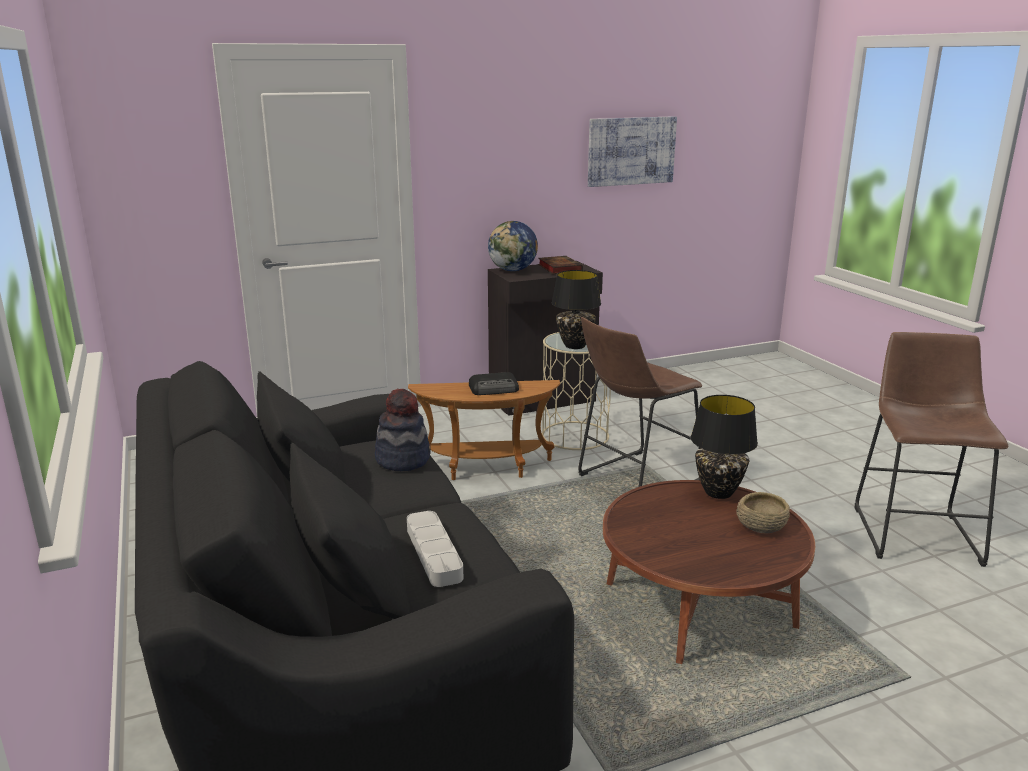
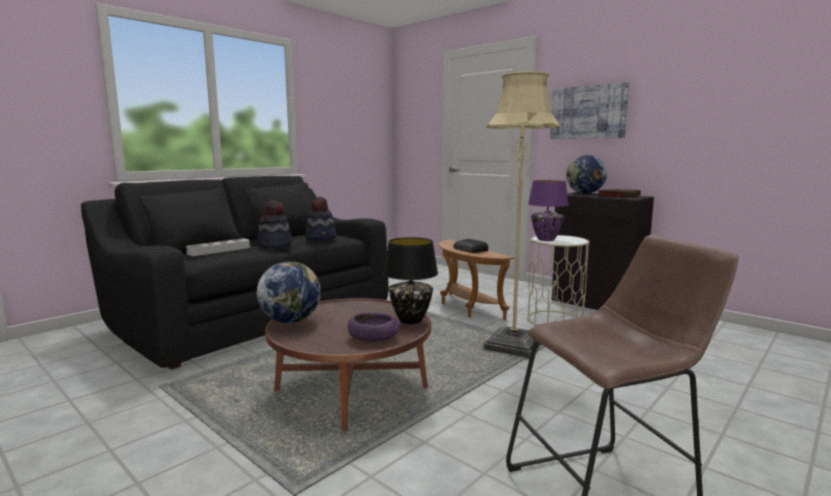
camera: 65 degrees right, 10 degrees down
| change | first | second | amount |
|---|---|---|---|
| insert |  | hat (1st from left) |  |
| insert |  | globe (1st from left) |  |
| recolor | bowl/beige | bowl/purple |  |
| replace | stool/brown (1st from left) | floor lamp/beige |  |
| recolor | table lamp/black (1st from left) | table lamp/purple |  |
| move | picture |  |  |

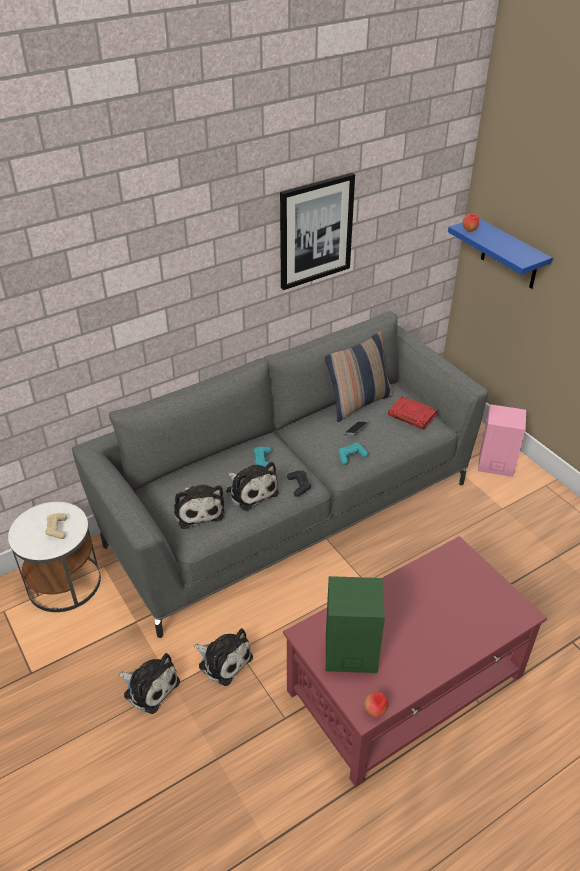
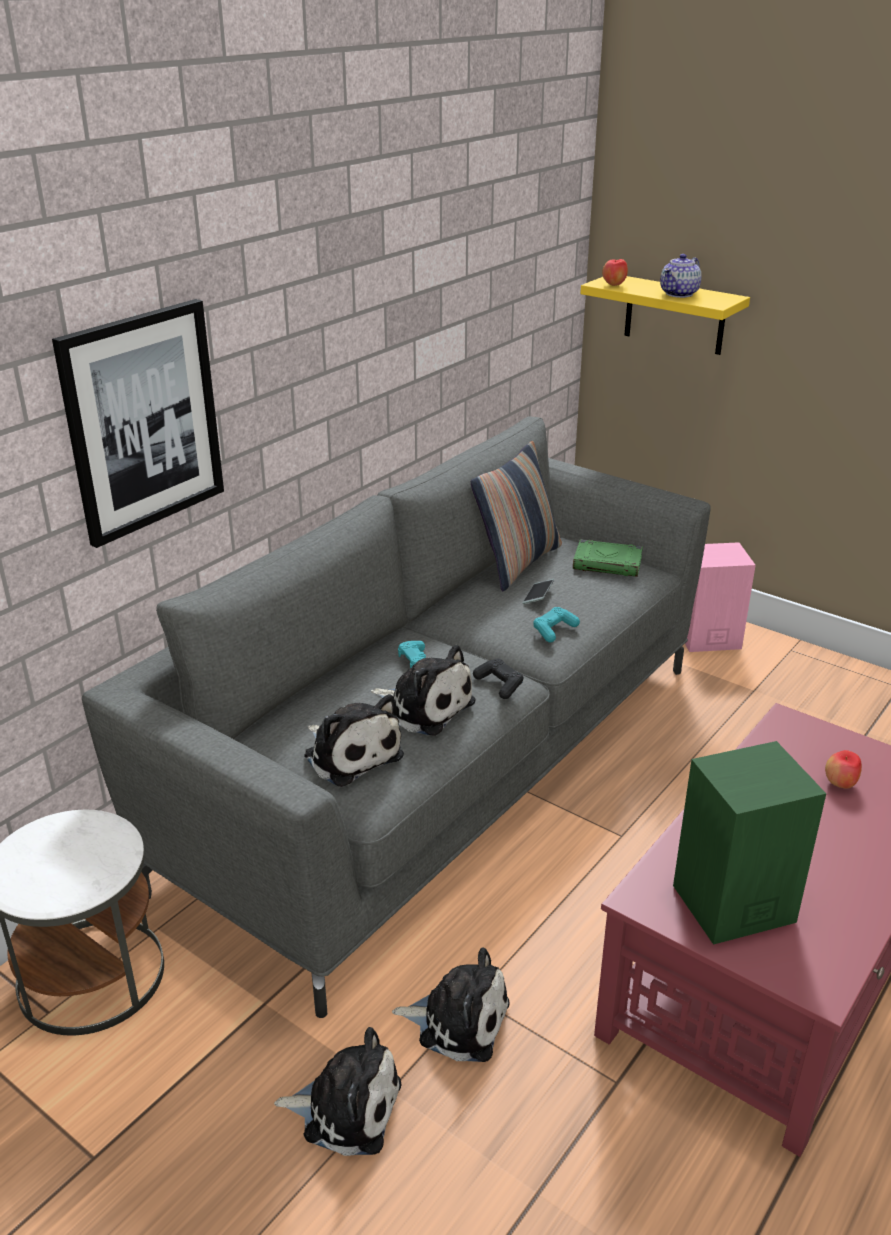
camera: 20 degrees left, 10 degrees down
| change | first | second | amount |
|---|---|---|---|
| move | picture |  |  |
| recolor | book/red | book/green |  |
| recolor | shelf/blue | shelf/yellow |  |
| insert |  | teapot |  |
| move | apple (1st from left in the first image) | apple (2nd from left) |  |
| delete | game controller/beige |  |  |

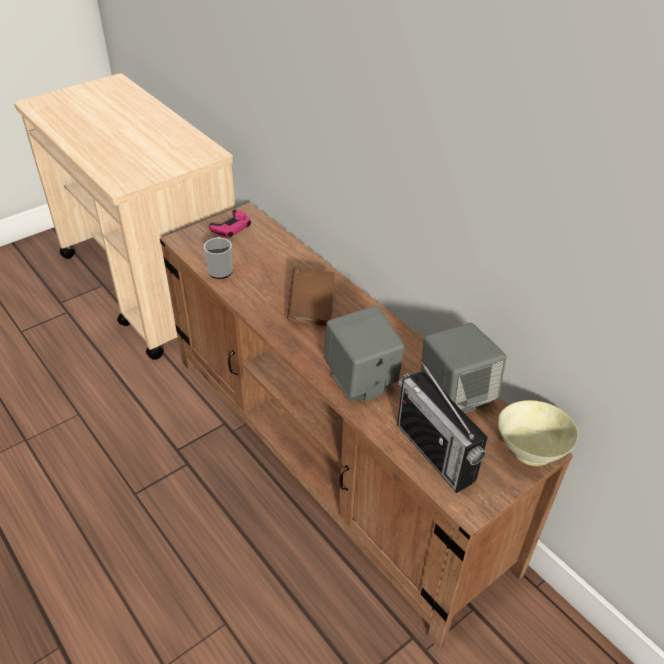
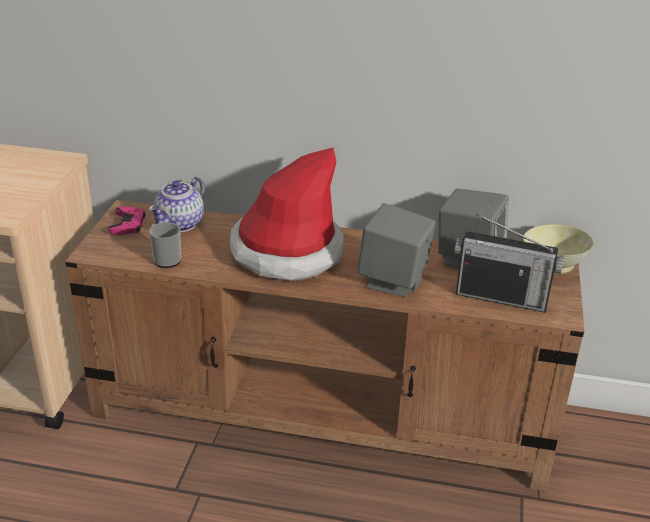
camera: 40 degrees left, 10 degrees down
| change | first | second | amount |
|---|---|---|---|
| insert |  | teapot |  |
| replace | book/brown | hat |  |

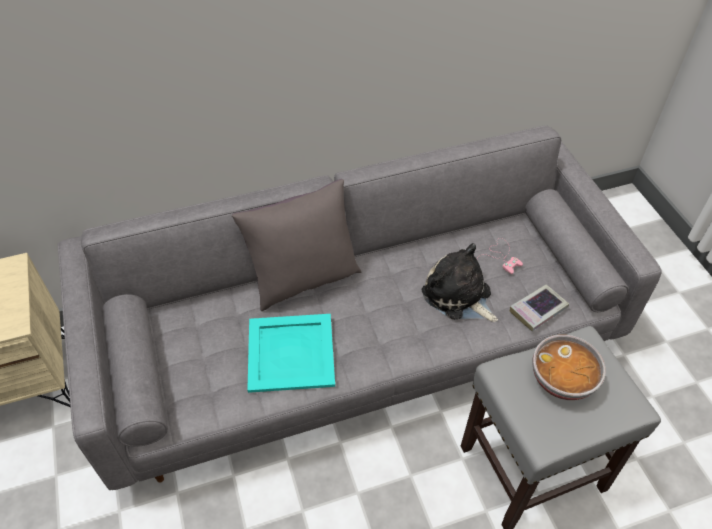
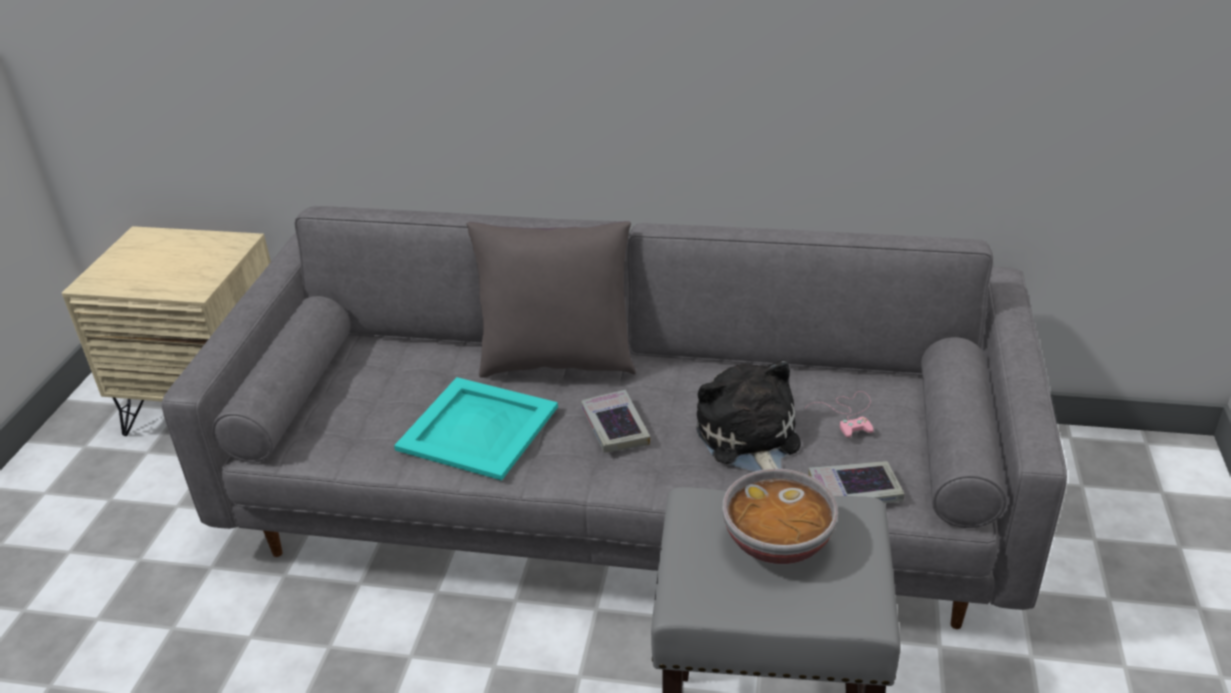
camera: 30 degrees right, 15 degrees down
| change | first | second | amount |
|---|---|---|---|
| insert |  | book (1st from left) |  |

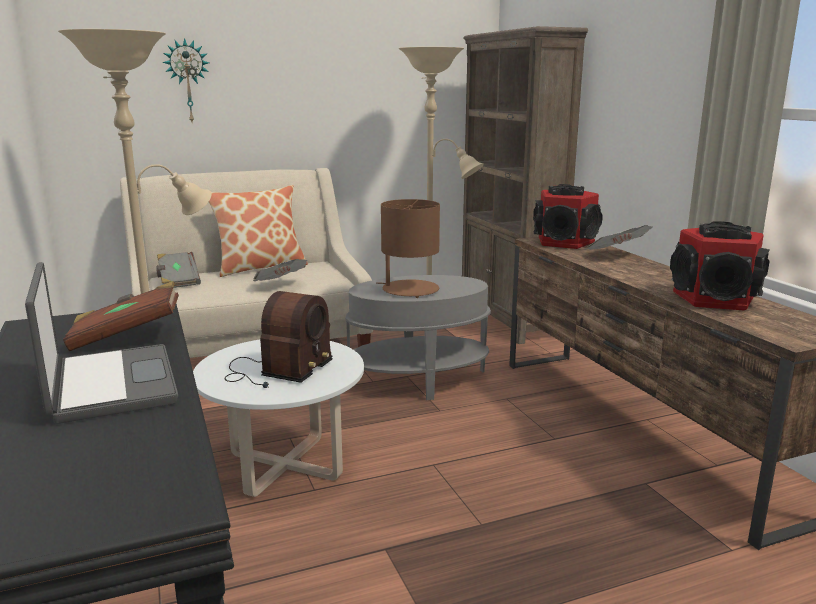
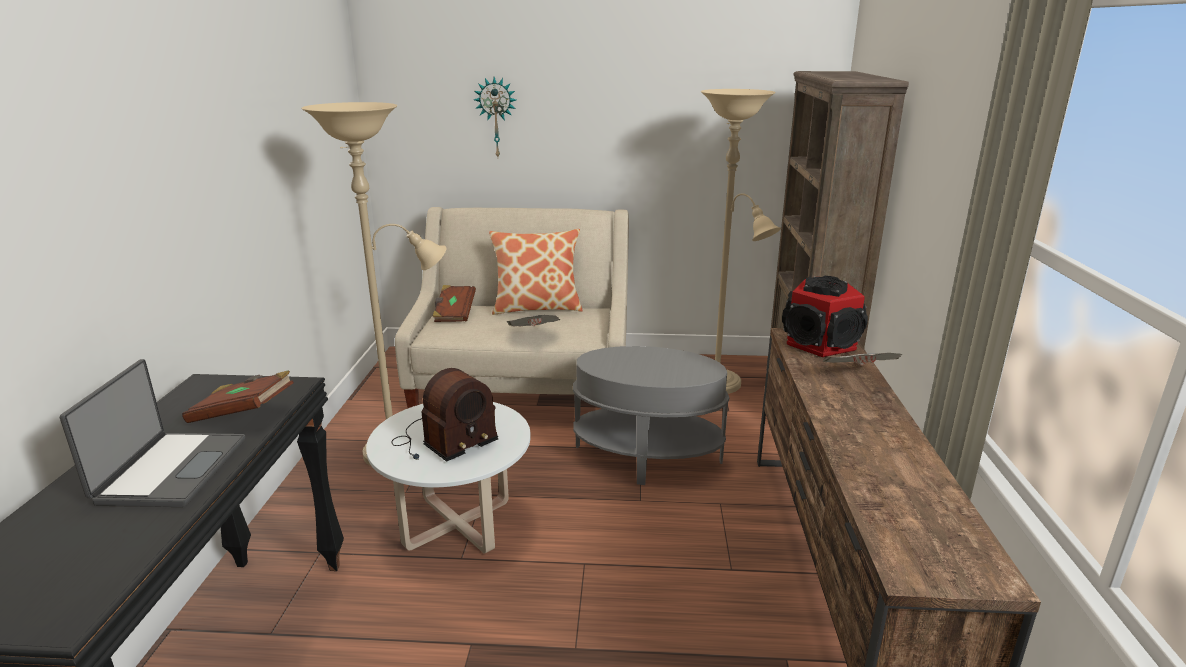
camera: 25 degrees right, 5 degrees up
| change | first | second | amount |
|---|---|---|---|
| recolor | book/grey | book/brown (2nd from left) |  |
| delete | table lamp/brown |  |  |
| delete | speaker (2nd from left) |  |  |

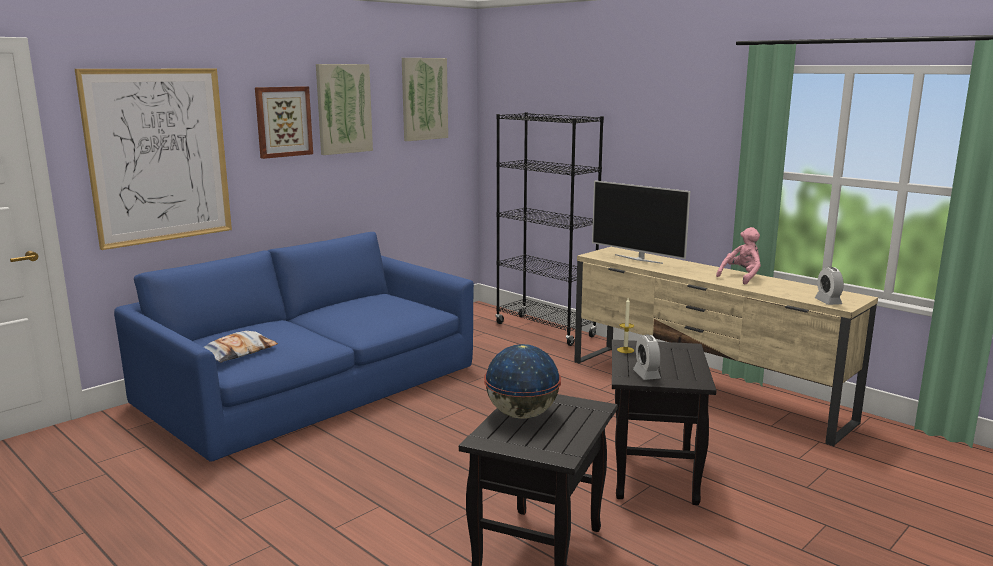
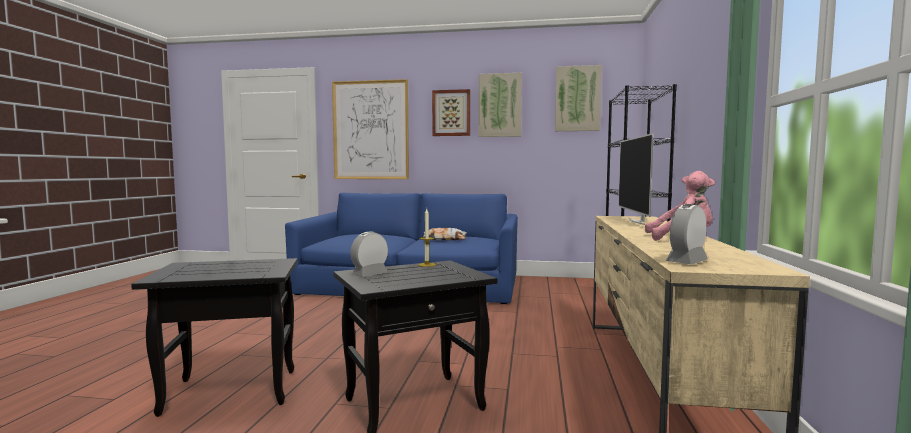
camera: 55 degrees right, 10 degrees down
| change | first | second | amount |
|---|---|---|---|
| move | pillow |  |  |
| delete | globe |  |  |

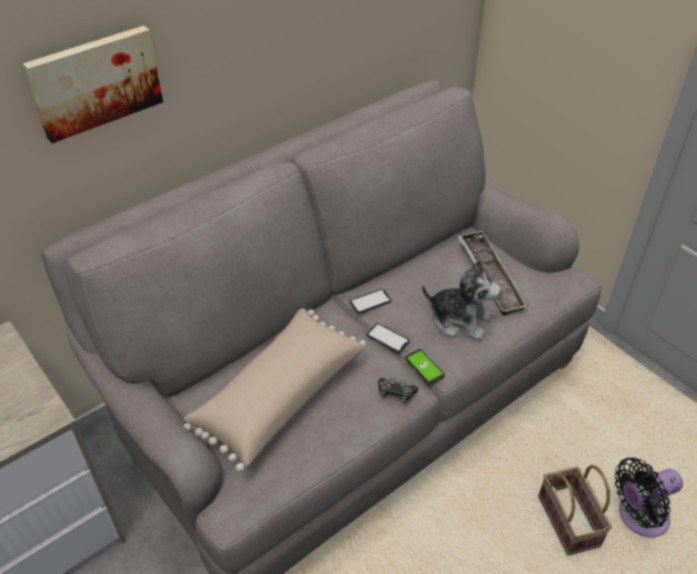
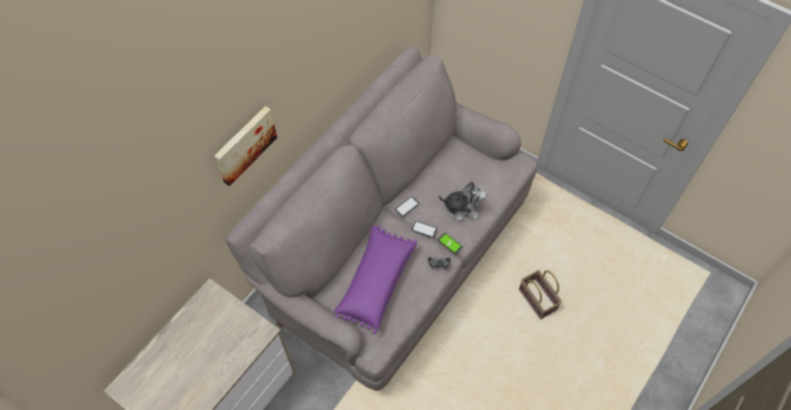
camera: 15 degrees left, 15 degrees up
| change | first | second | amount |
|---|---|---|---|
| recolor | pillow/beige | pillow/purple |  |
| delete | tray |  |  |
| delete | fan/black |  |  |

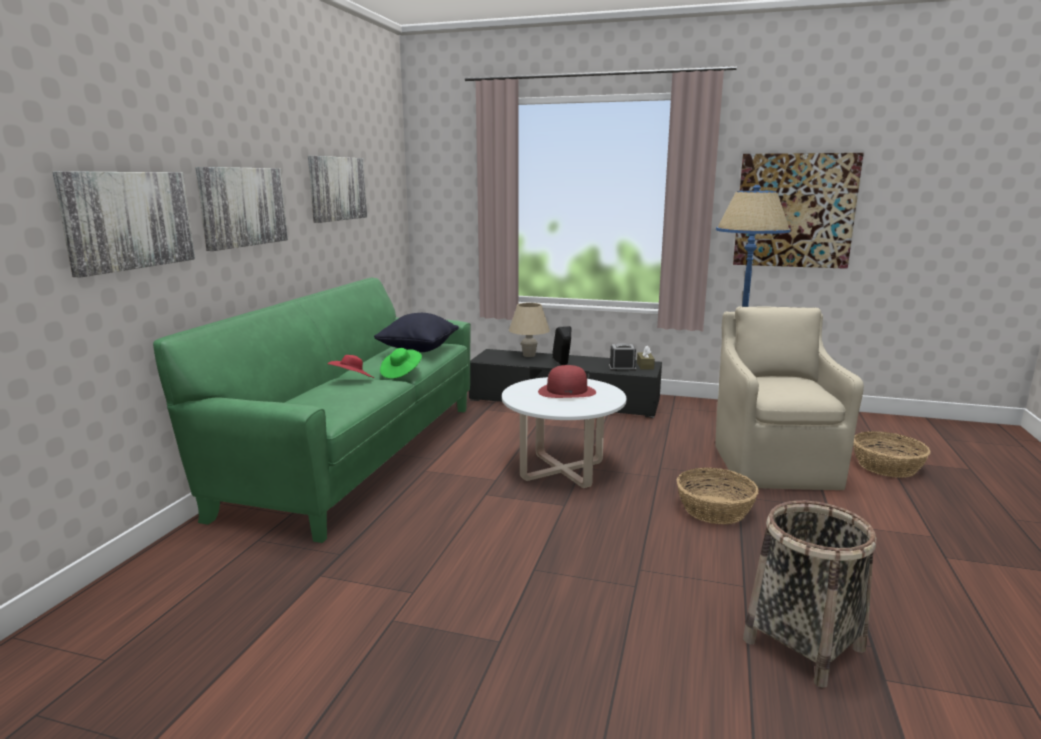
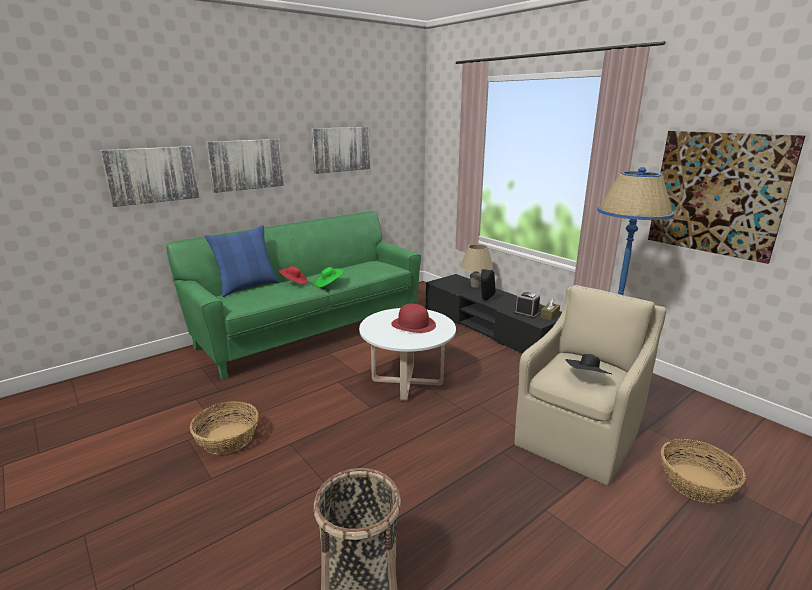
camera: 35 degrees right, 5 degrees up
| change | first | second | amount |
|---|---|---|---|
| move | basket (1st from left) |  |  |
| insert |  | pillow/blue |  |
| insert |  | hat/black |  |
| delete | pillow/black |  |  |

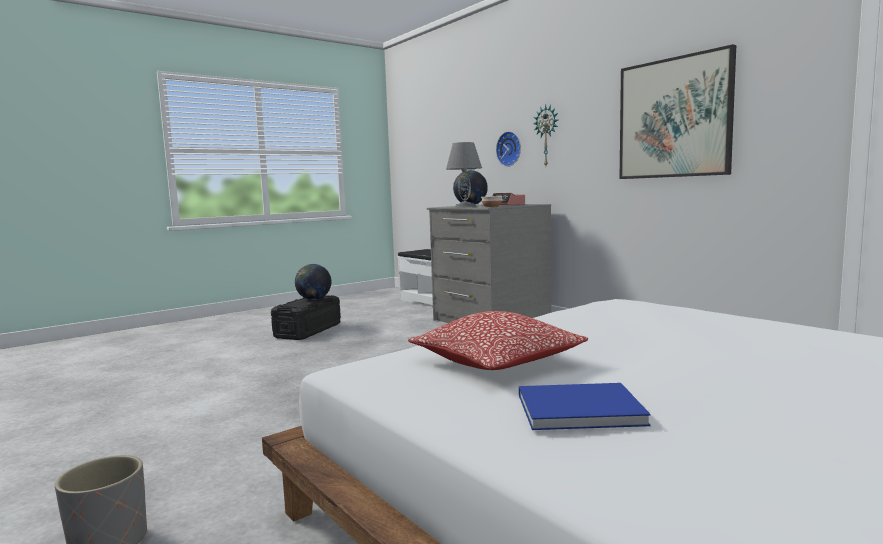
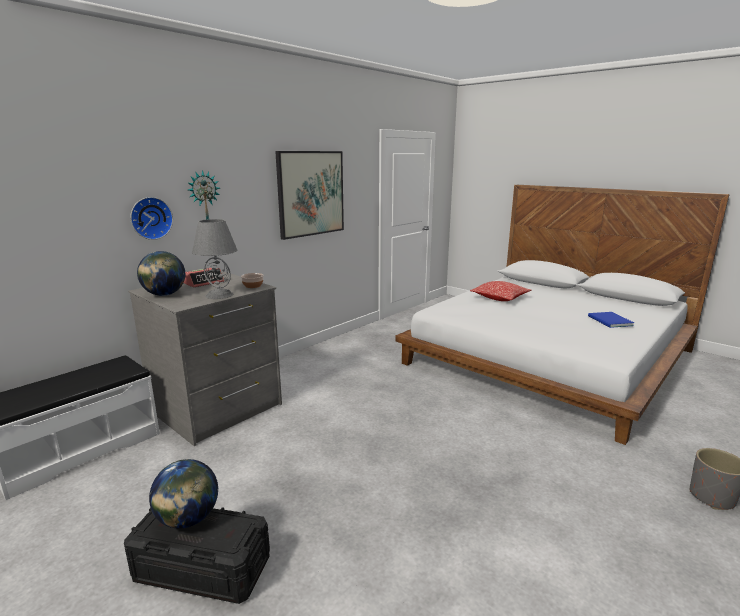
camera: 100 degrees left, 10 degrees up
| change | first | second | amount |
|---|---|---|---|
| move | pillow |  |  |

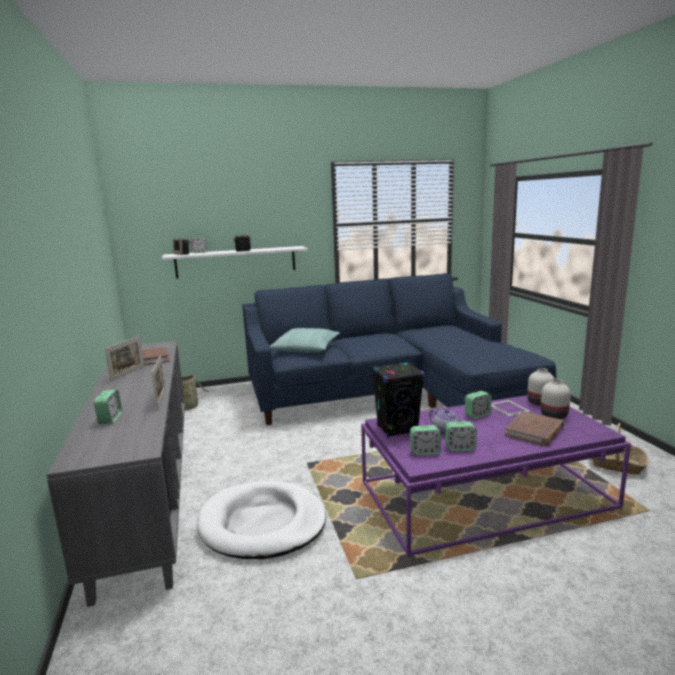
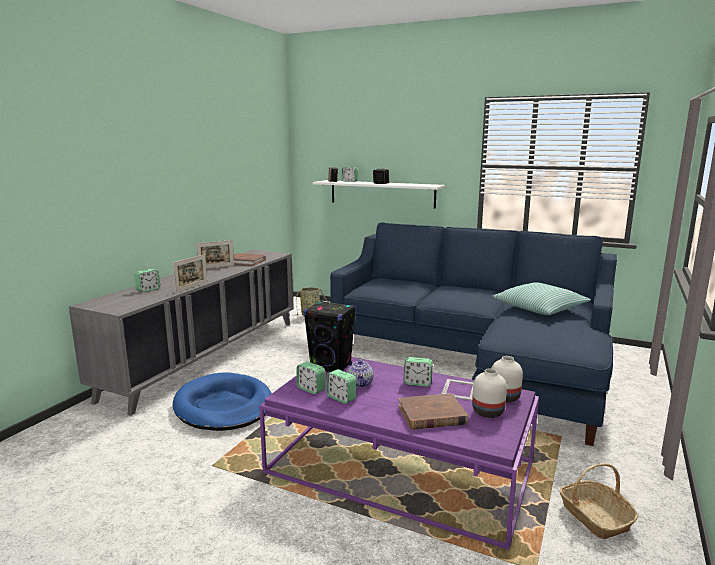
camera: 40 degrees right, 0 degrees up
| change | first | second | amount |
|---|---|---|---|
| recolor | dog bed/white | dog bed/blue |  |
| move | pillow |  |  |

